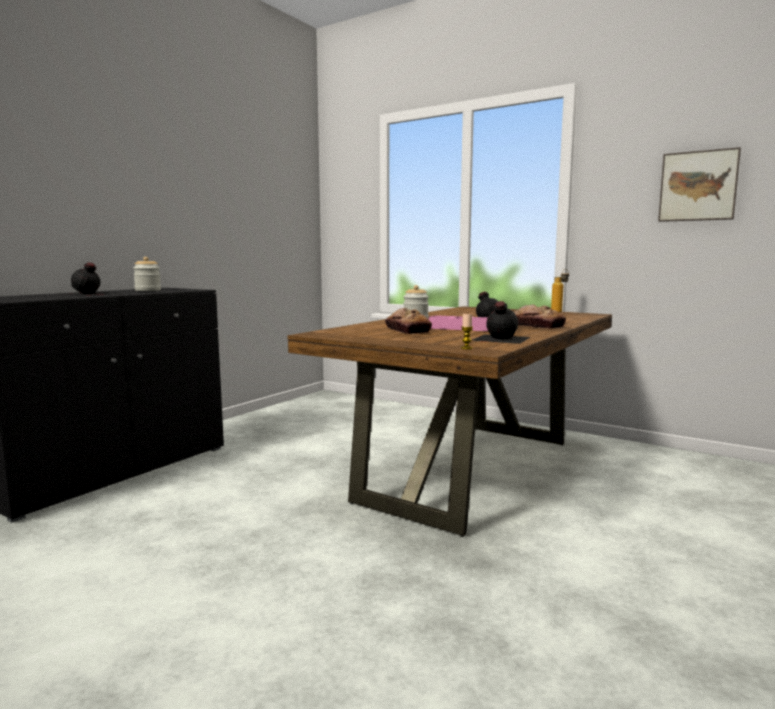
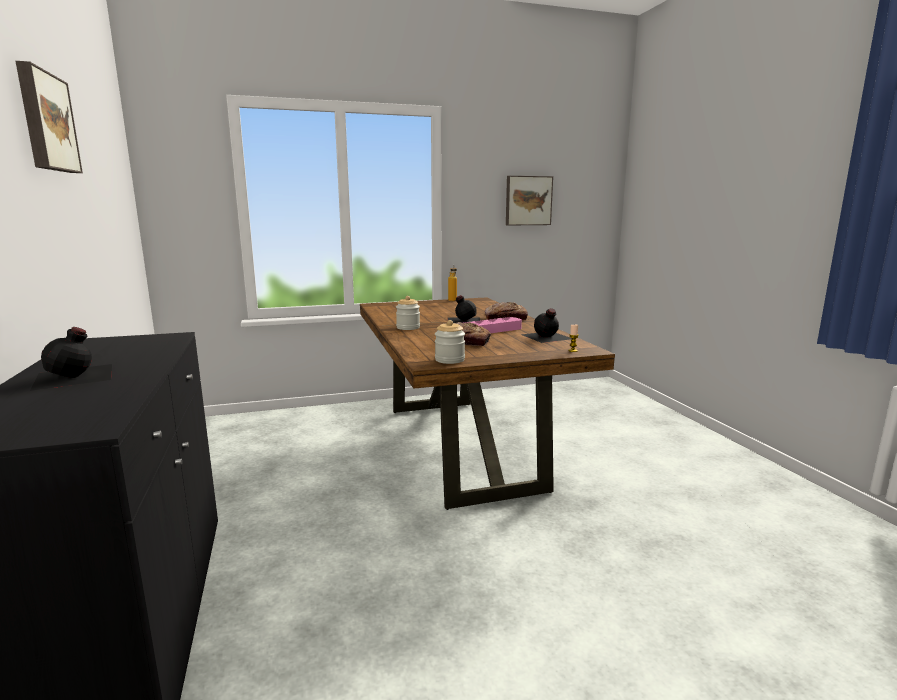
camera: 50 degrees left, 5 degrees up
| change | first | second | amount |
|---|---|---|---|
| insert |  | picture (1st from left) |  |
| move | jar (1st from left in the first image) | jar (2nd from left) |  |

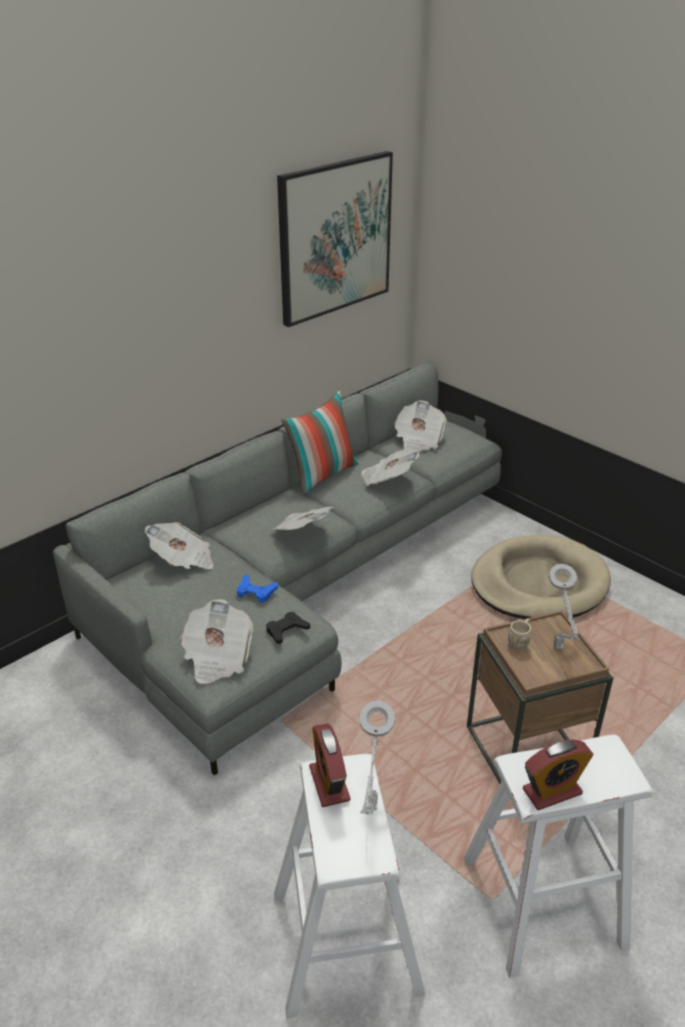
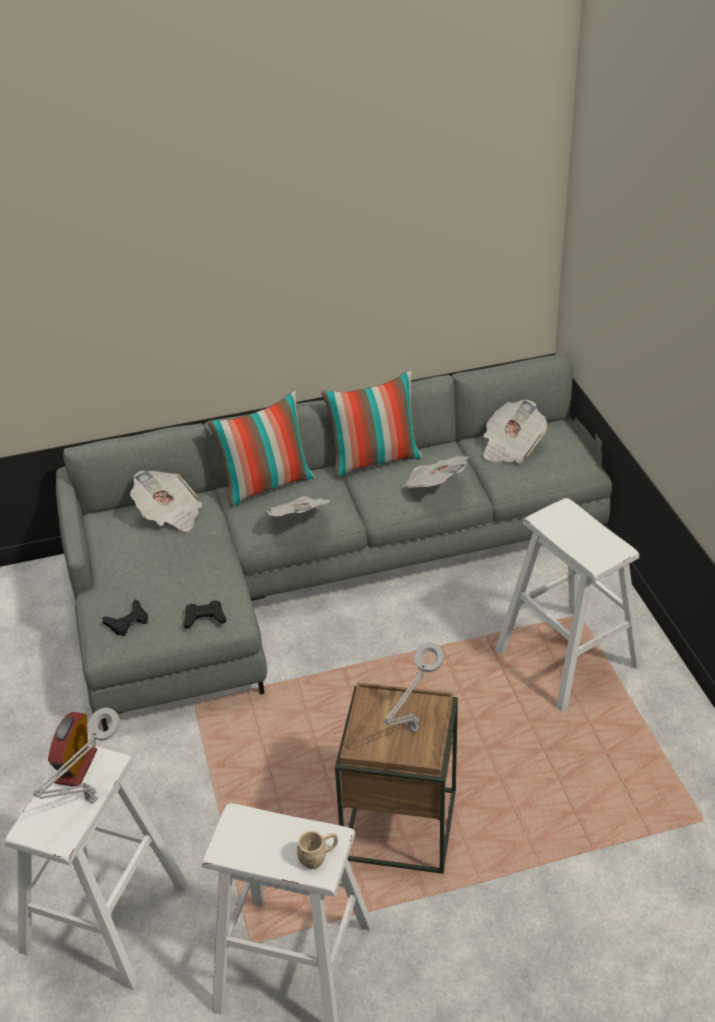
camera: 30 degrees right, 5 degrees up
| change | first | second | amount |
|---|---|---|---|
| replace | newspaper (2nd from left) | game controller/black (1st from left) |  |
| insert |  | pillow (1st from left) |  |
| move | mug/beige |  |  |
| replace | dog bed/beige | stool/white (3rd from left) |  |
| delete | game controller/blue |  |  |
| delete | picture |  |  |
| delete | alarm clock (2nd from left) |  |  |

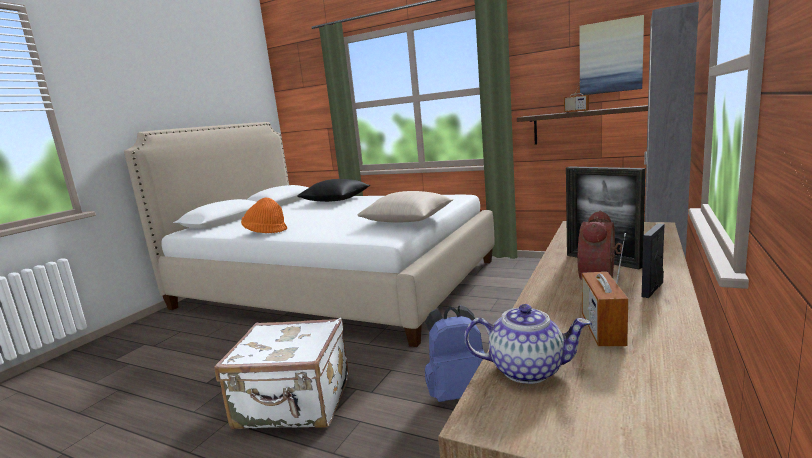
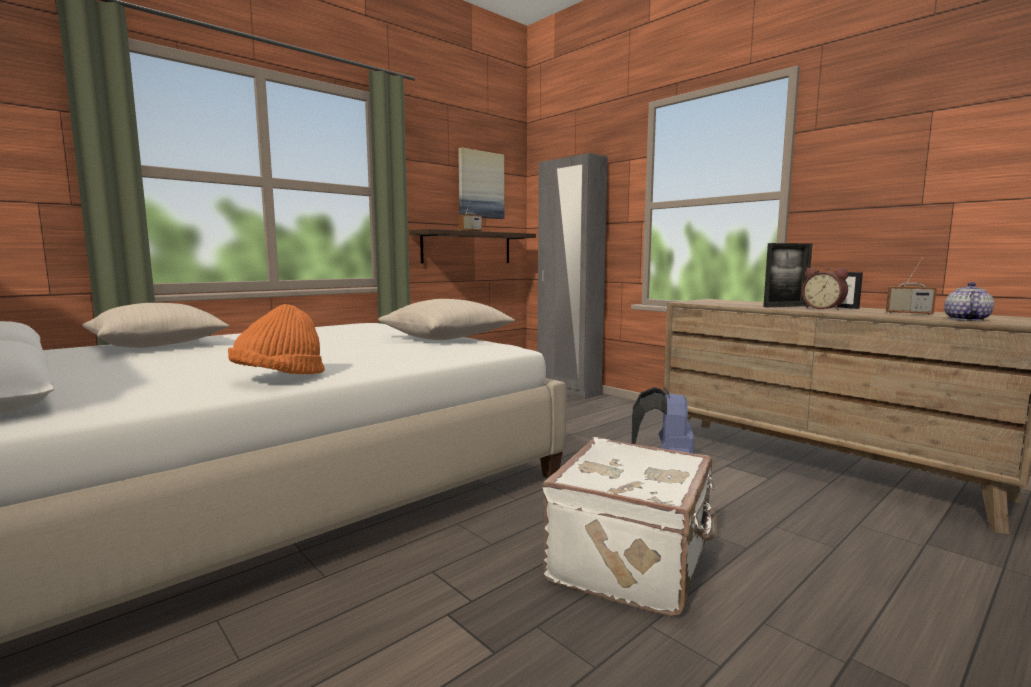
camera: 70 degrees left, 5 degrees down
| change | first | second | amount |
|---|---|---|---|
| recolor | pillow/black | pillow/beige (1st from left) |  |

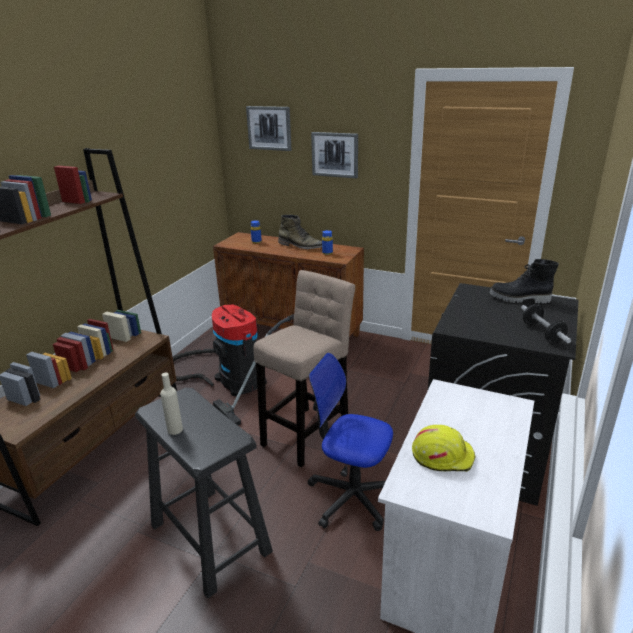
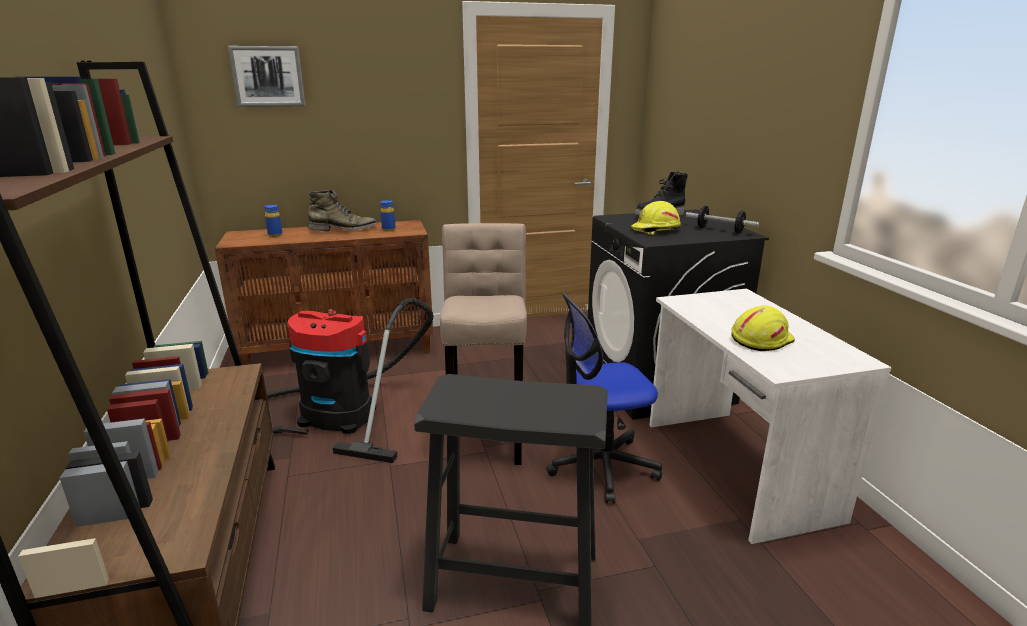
camera: 40 degrees left, 5 degrees down
| change | first | second | amount |
|---|---|---|---|
| insert |  | hard hat/yellow (1st from left) |  |
| delete | bottle/beige |  |  |
| delete | picture (2nd from left) |  |  |

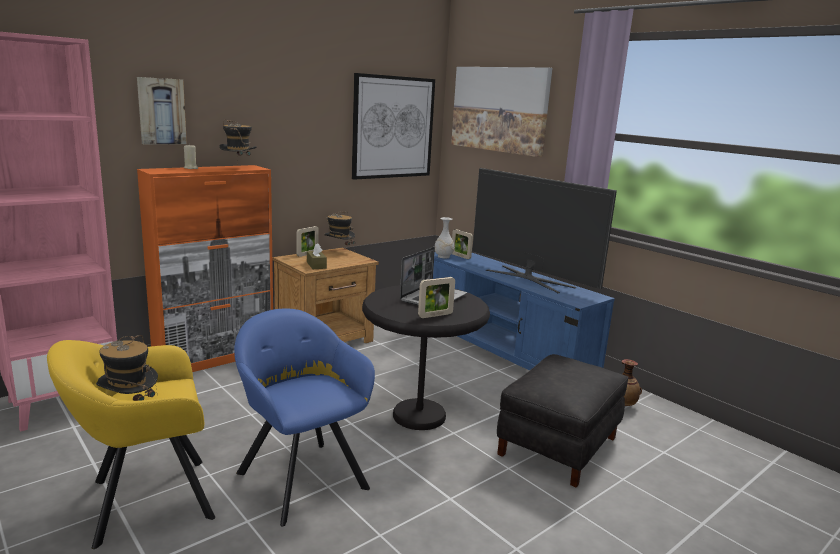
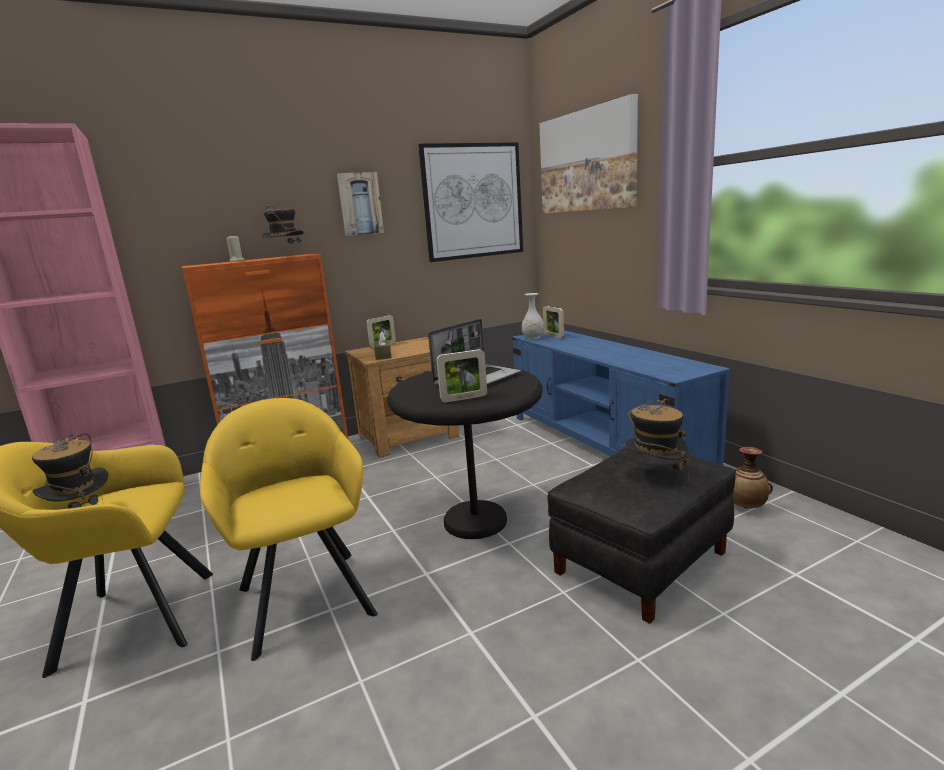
camera: 15 degrees right, 0 degrees up
| change | first | second | amount |
|---|---|---|---|
| recolor | armchair/blue | armchair/yellow (2nd from left) |  |
| move | picture (1st from left) |  |  |
| move | hat (3rd from left) |  |  |
| delete | television |  |  |

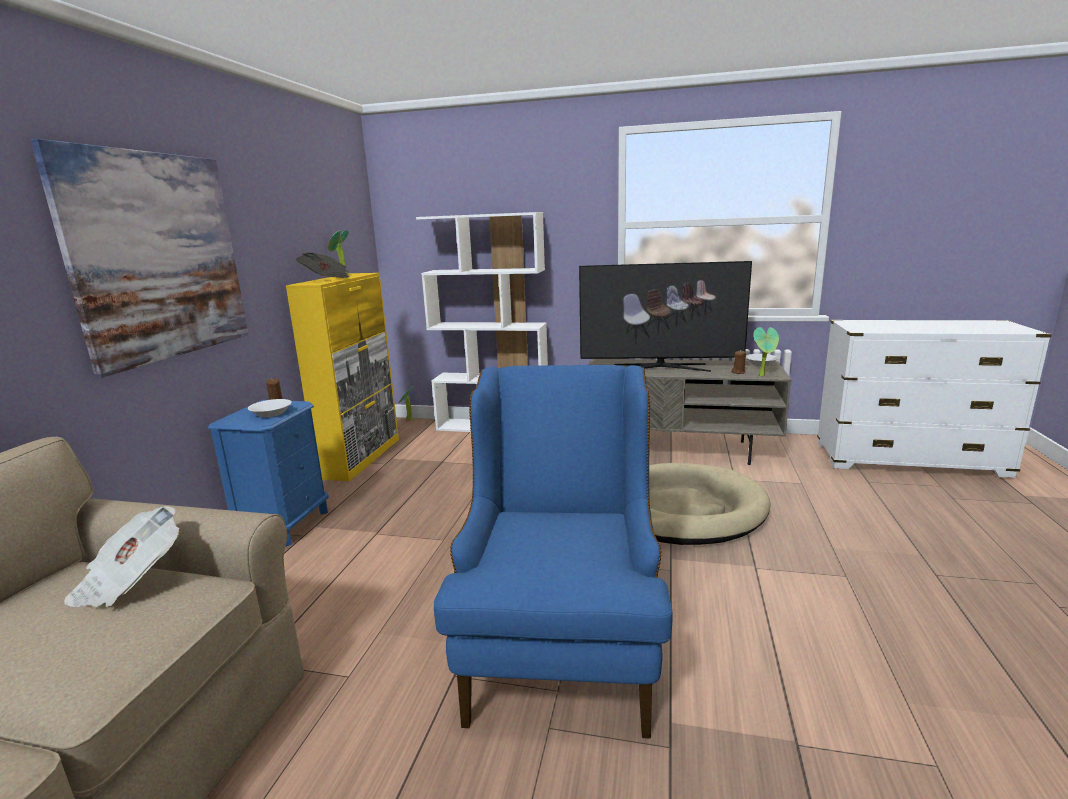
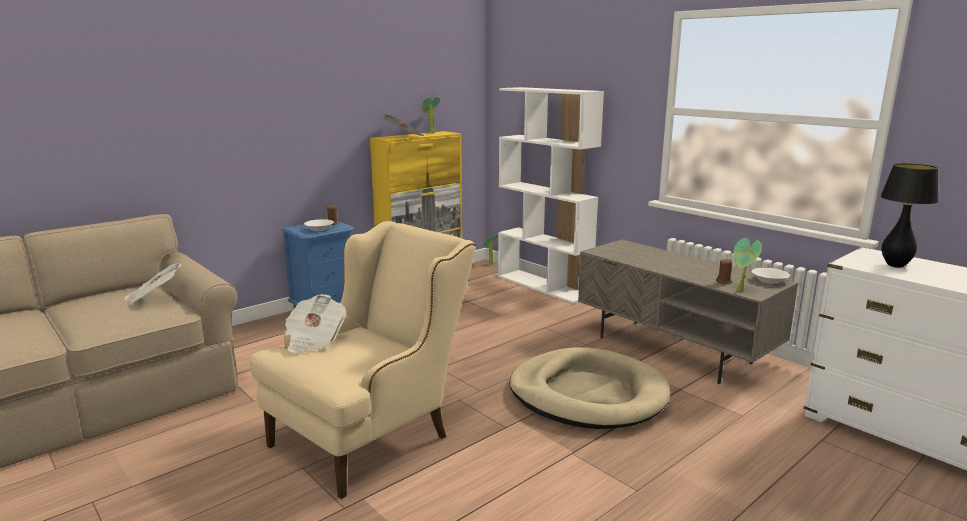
camera: 35 degrees right, 0 degrees up
| change | first | second | amount |
|---|---|---|---|
| recolor | armchair/blue | armchair/beige |  |
| insert |  | newspaper (2nd from left) |  |
| insert |  | table lamp/black |  |
| delete | picture |  |  |
| delete | television |  |  |

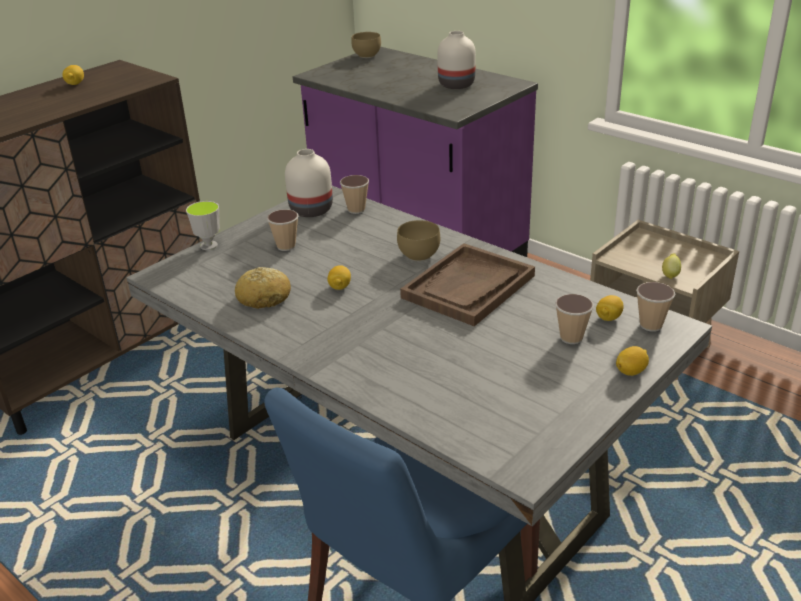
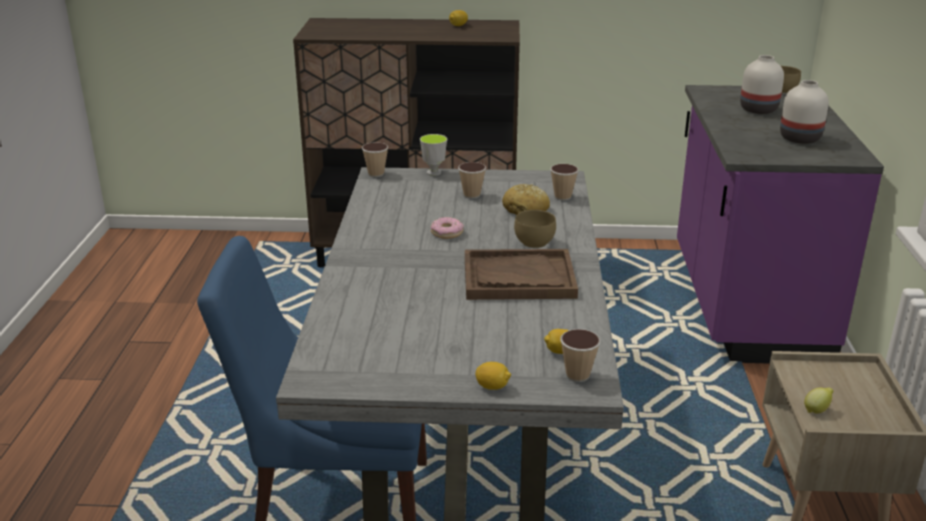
camera: 50 degrees right, 5 degrees down
| change | first | second | amount |
|---|---|---|---|
| move | cup (4th from left in the first image) | cup (1st from left) |  |
| replace | lemon (2nd from left) | donut |  |
| move | bread |  |  |
| move | vase/white (1st from left) |  |  |

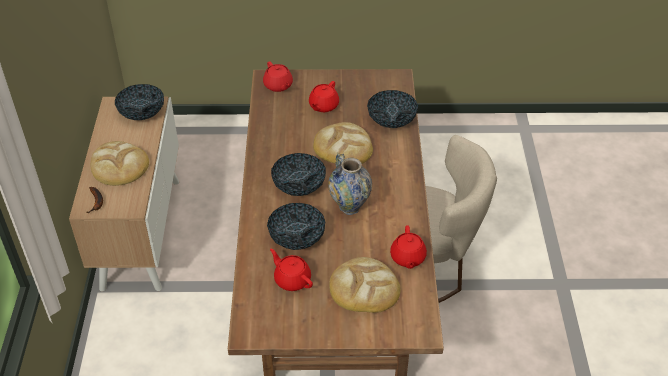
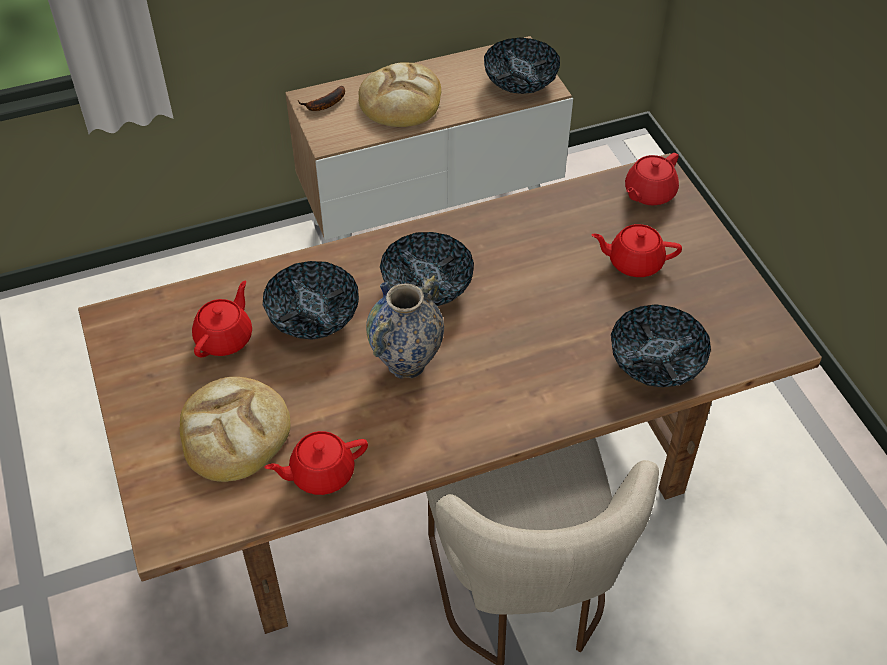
camera: 70 degrees right, 5 degrees up
| change | first | second | amount |
|---|---|---|---|
| delete | bread (2nd from left) |  |  |

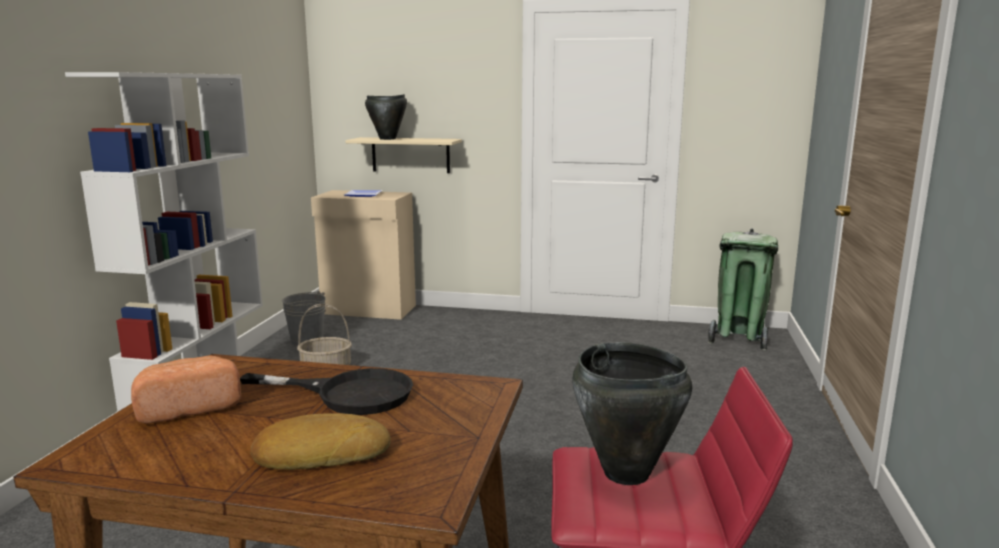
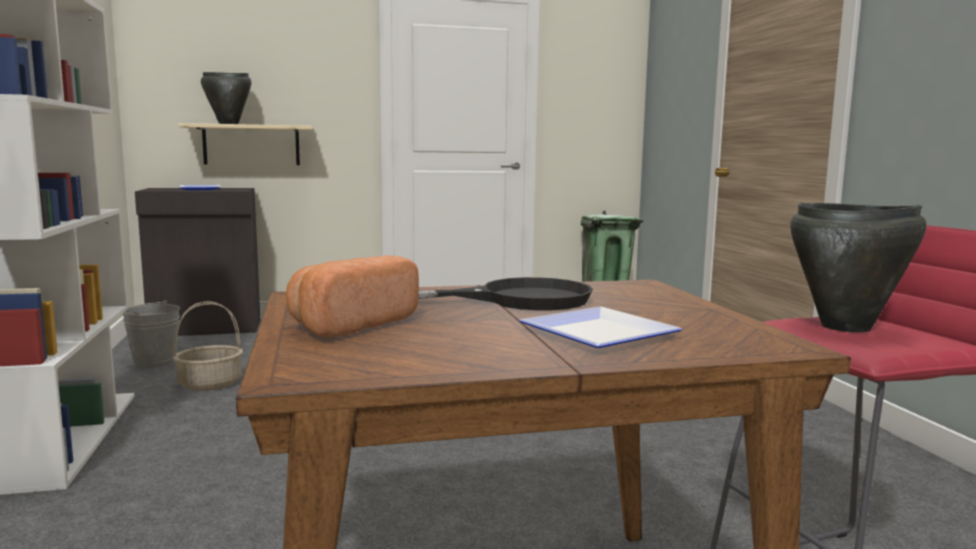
camera: 25 degrees left, 5 degrees down
| change | first | second | amount |
|---|---|---|---|
| recolor | cabinet/beige | cabinet/black |  |
| replace | bread (2nd from left) | plate (2nd from left) |  |

